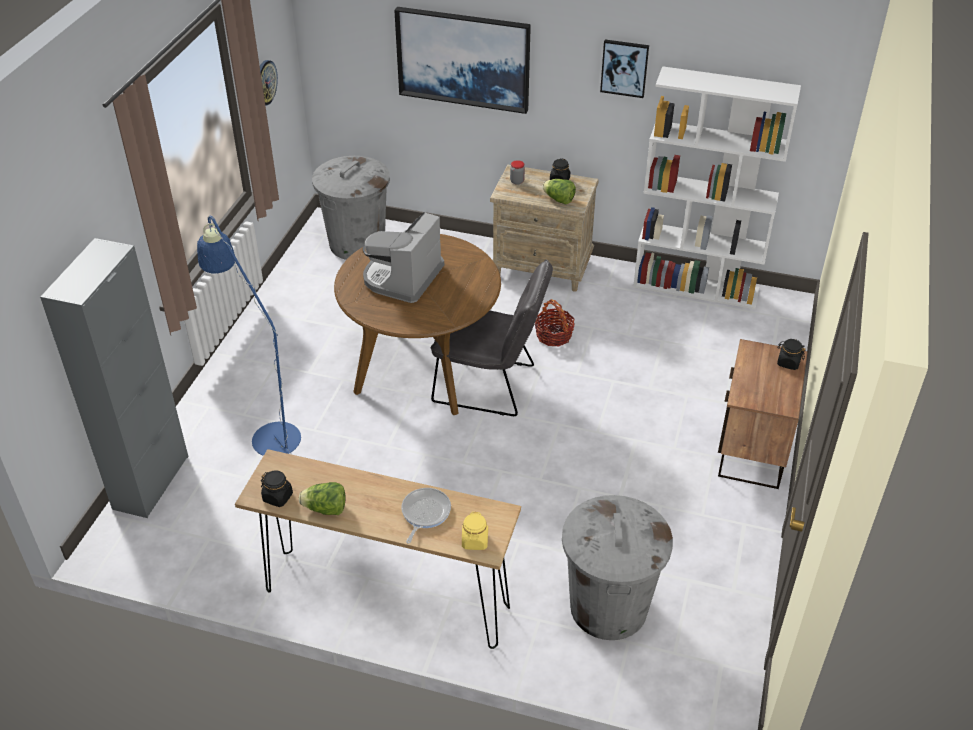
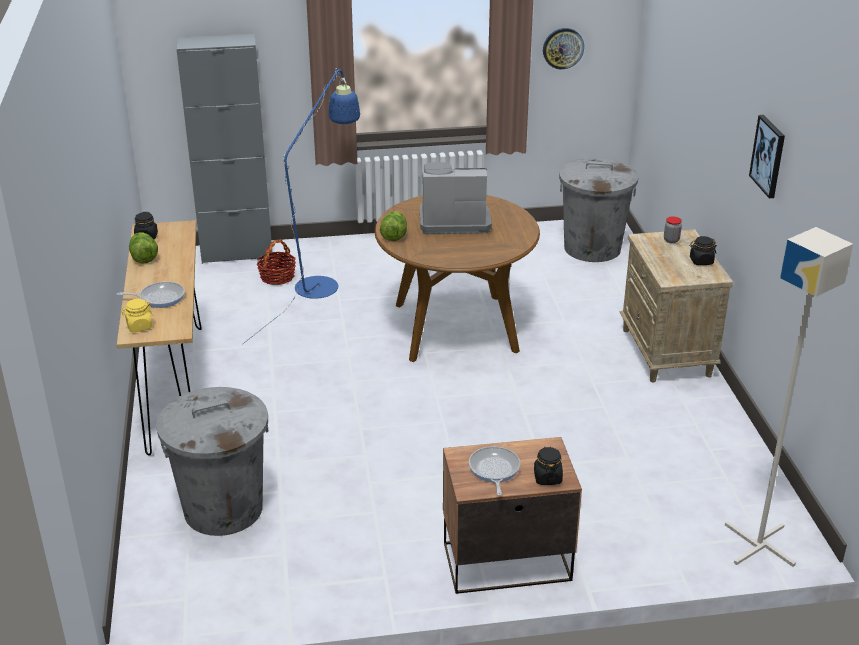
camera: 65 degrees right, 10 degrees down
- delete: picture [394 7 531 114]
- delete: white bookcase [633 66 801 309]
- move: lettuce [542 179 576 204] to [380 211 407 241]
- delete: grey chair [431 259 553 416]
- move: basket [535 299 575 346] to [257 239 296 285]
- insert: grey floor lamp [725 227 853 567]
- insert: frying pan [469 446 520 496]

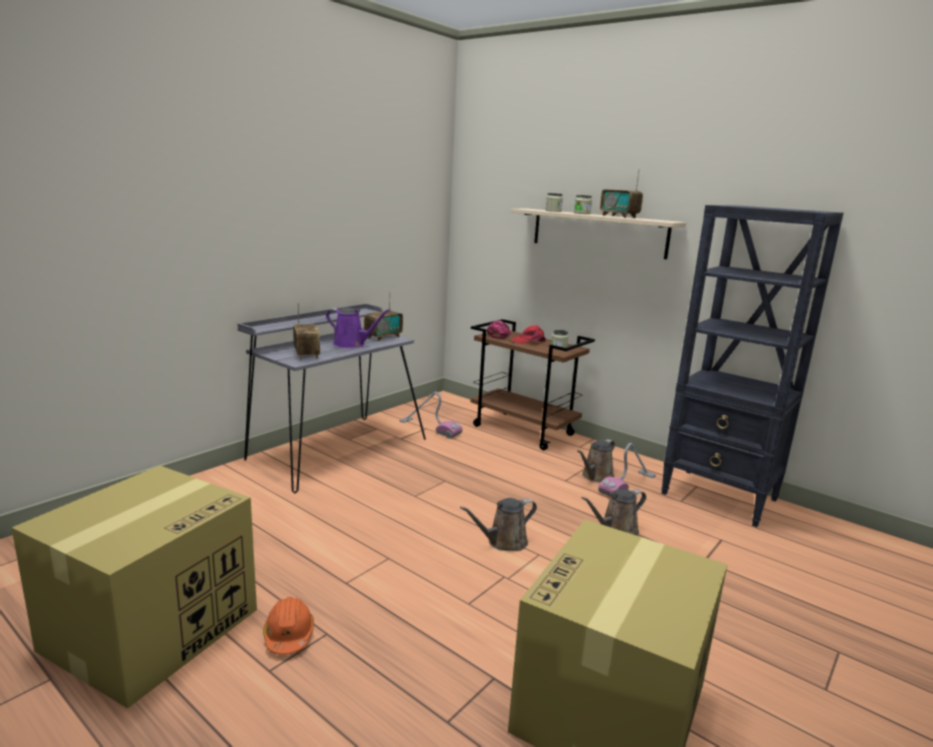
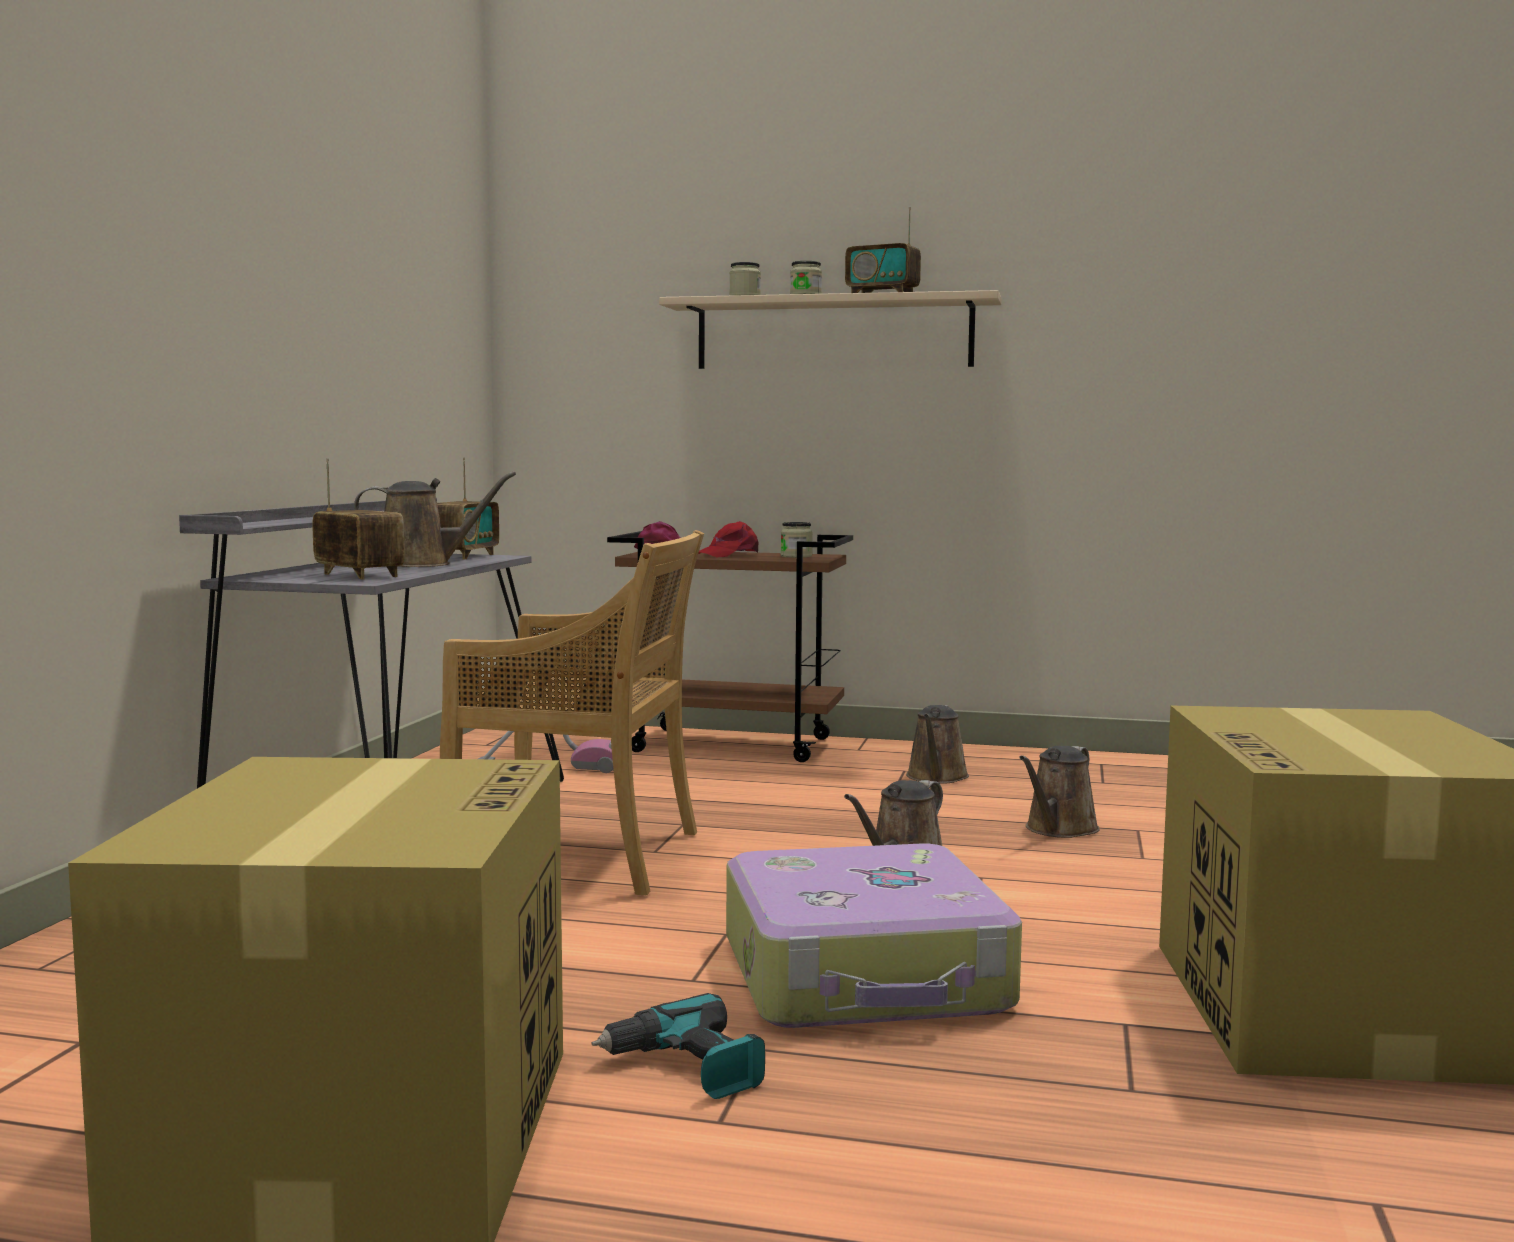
camera: 25 degrees left, 10 degrees down
- delete: black bookcase [661 205 844 527]
- recolor: purple watering can [326 308 391 348] to brown watering can [354 471 516 567]
- delete: vacuum cleaner [598 443 656 497]
- replace: orange hard hat [263 597 314 655] to power drill [592 993 765 1099]
- insert: beige chair [440 530 704 895]
- insert: suitcase [726 844 1022 1028]

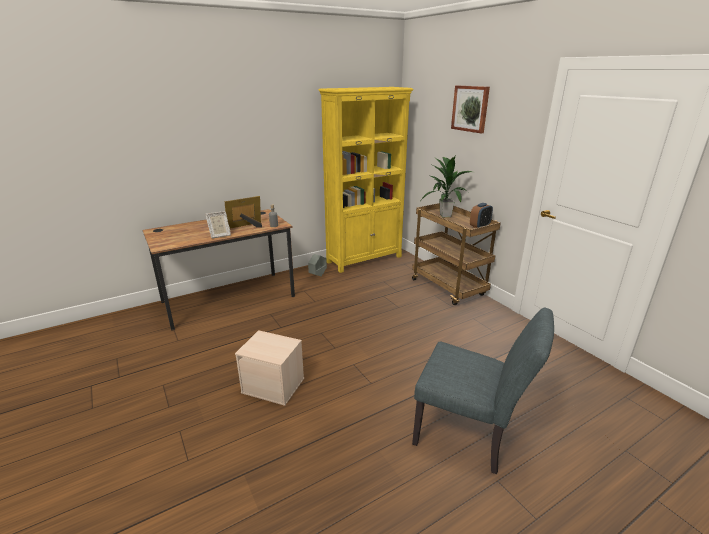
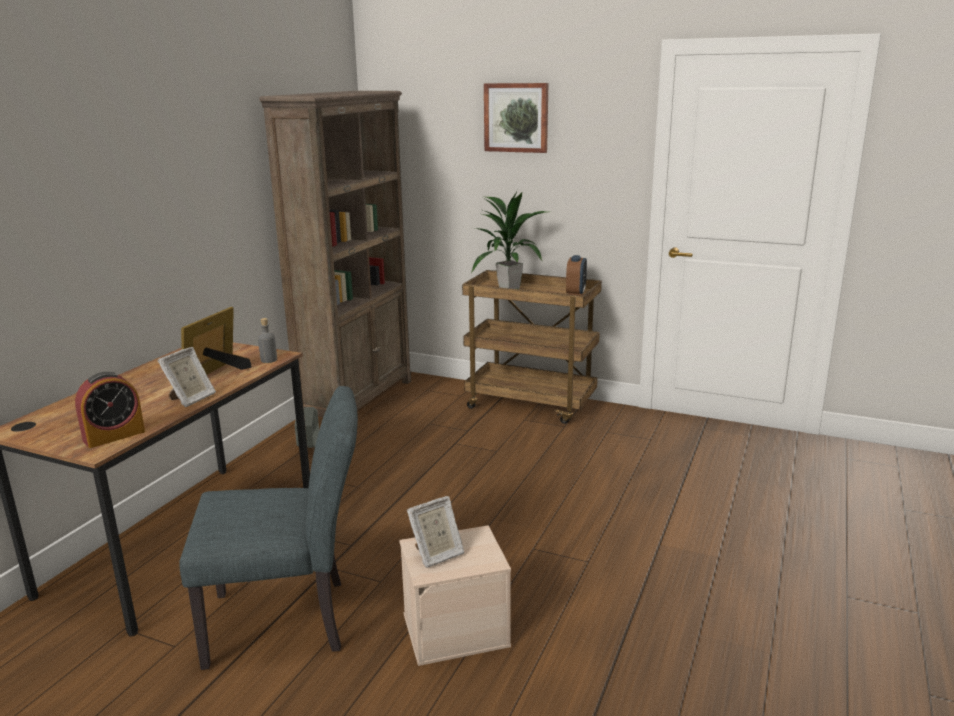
camera: 35 degrees left, 5 degrees down
- recolor: yellow bookcase [319 87 414 273] to brown bookcase [259 91 411 417]
- move: grey chair [412 308 554 474] to [179 386 358 670]
- insert: alarm clock [75 372 145 448]
- insert: picture frame [407 496 464 568]

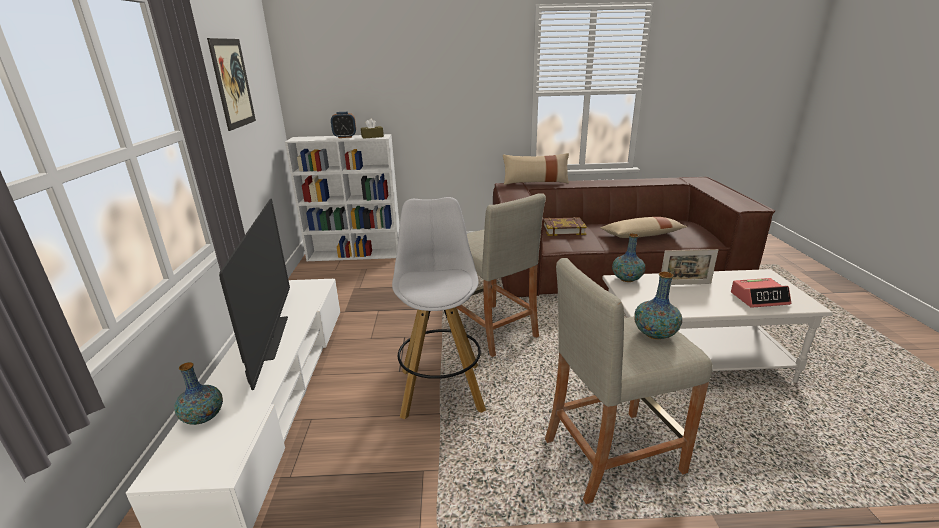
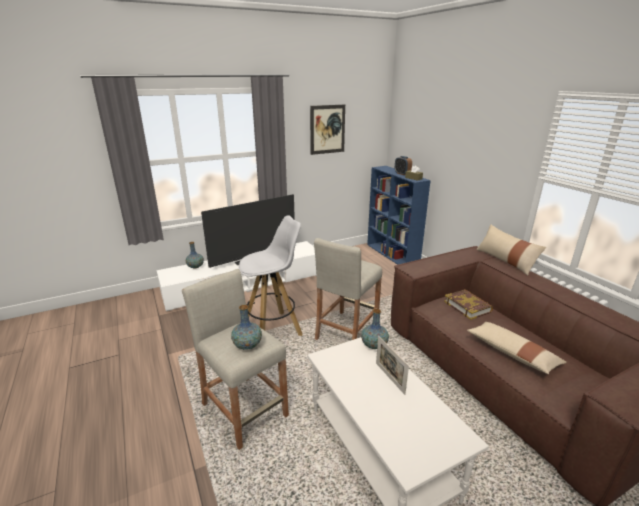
camera: 65 degrees right, 0 degrees up
- recolor: white bookcase [285 134 399 261] to blue bookcase [367 166 431 265]
- delete: alarm clock [731 278 791 308]

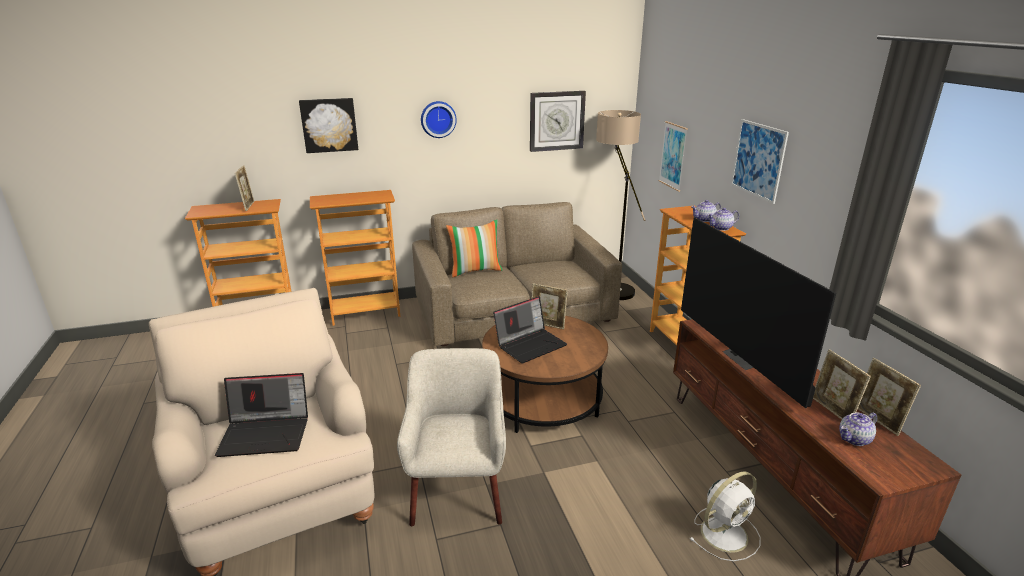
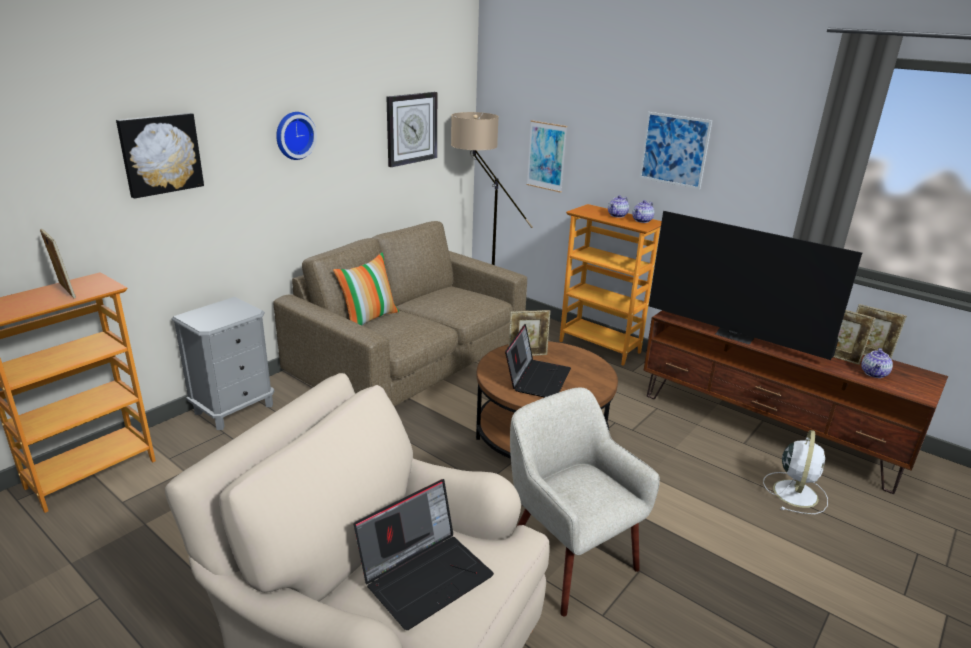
camera: 35 degrees left, 0 degrees up
- replace: bookcase [310 190 400 326] to grey nightstand [171 297 274 430]

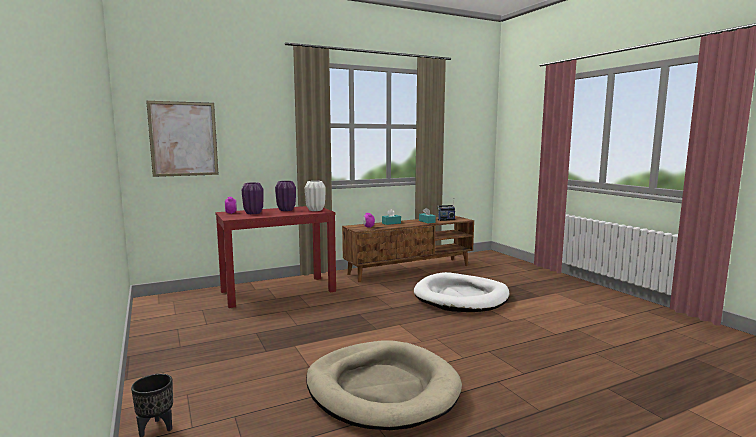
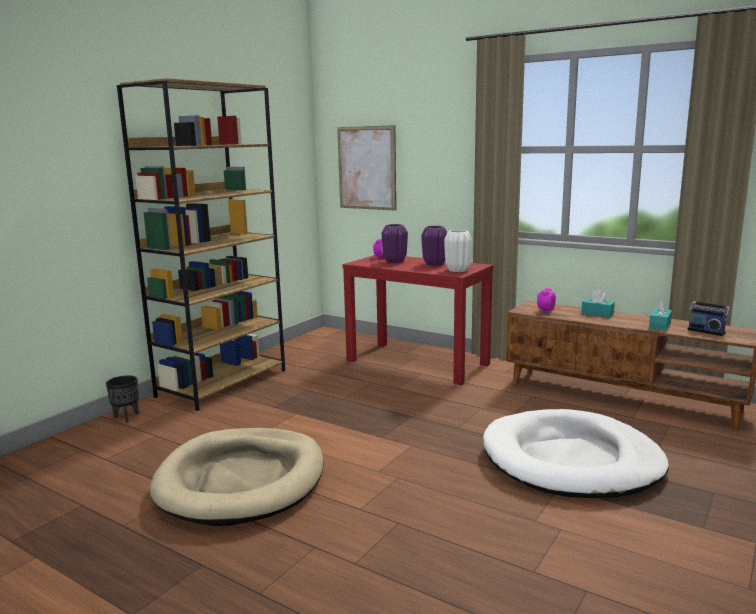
camera: 60 degrees right, 5 degrees up
- insert: brown bookcase [117 78 285 411]

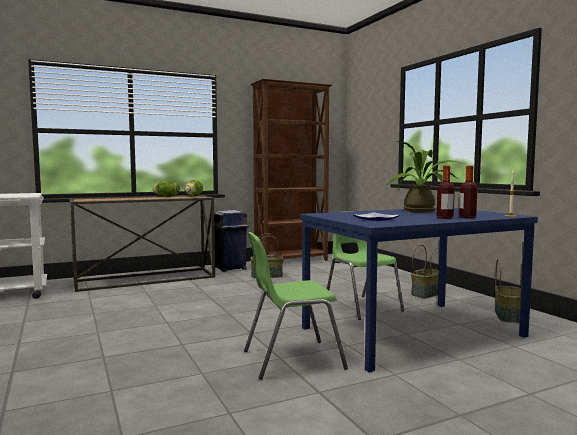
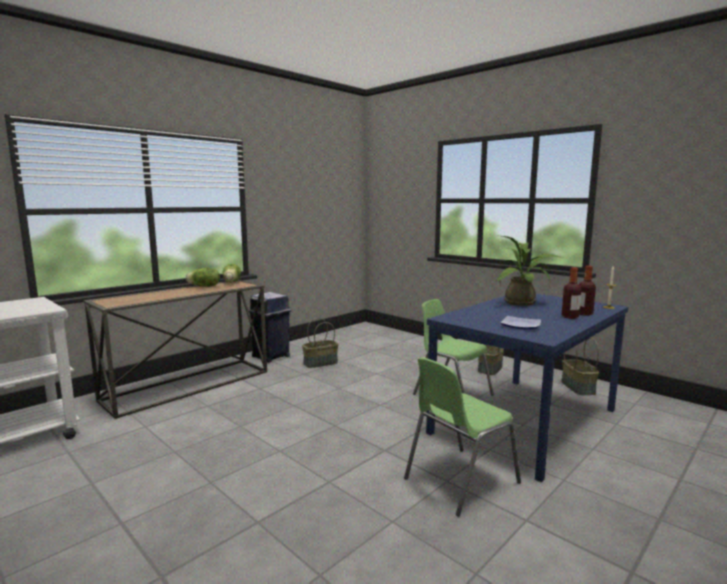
camera: 20 degrees left, 5 degrees up
- delete: brown bookcase [251 79 332 261]

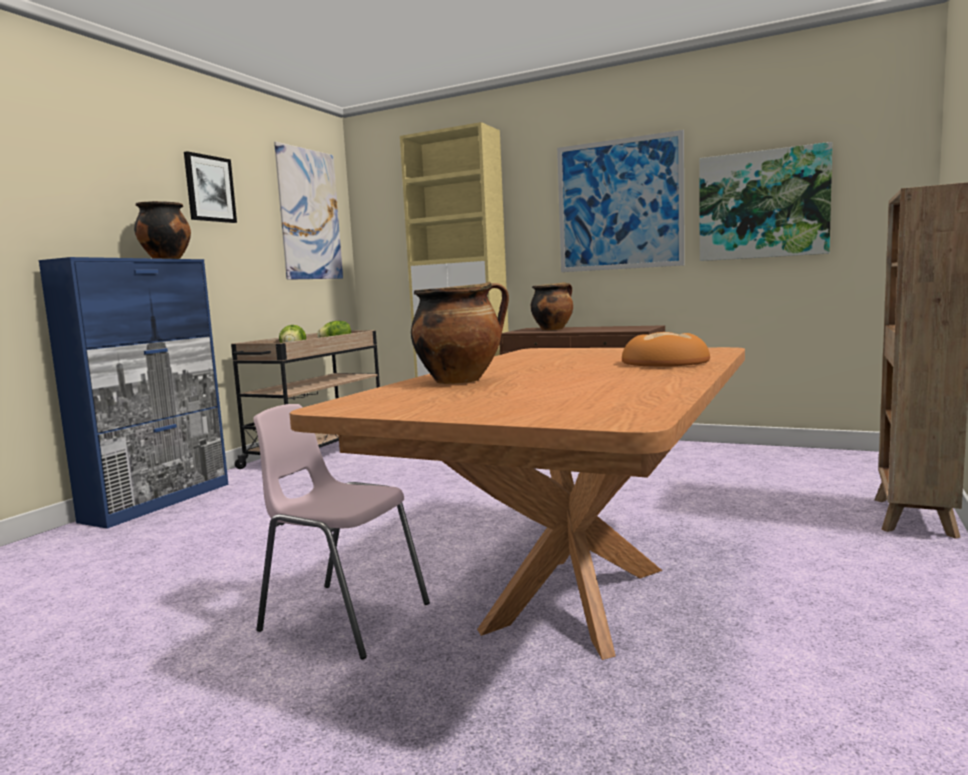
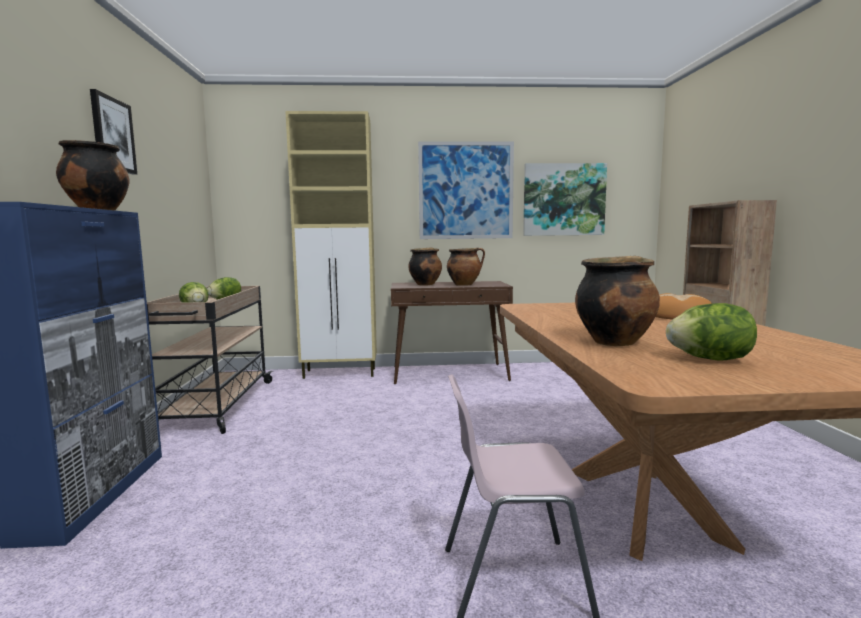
camera: 30 degrees left, 0 degrees up
- delete: picture [274 142 343 280]
- insert: cooking pot [447 248 485 286]
- insert: lettuce [666 303 757 360]

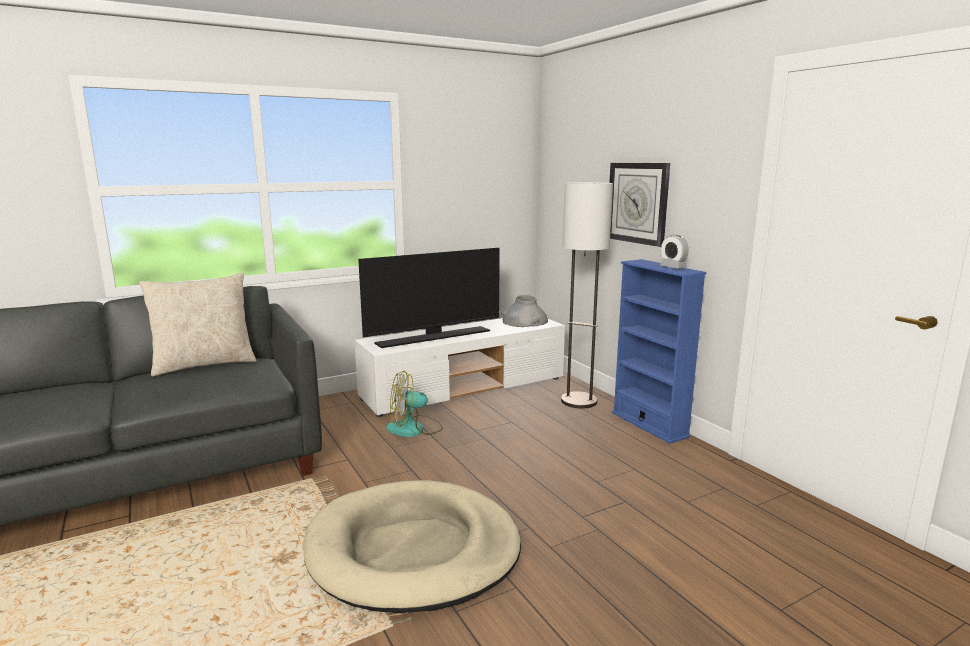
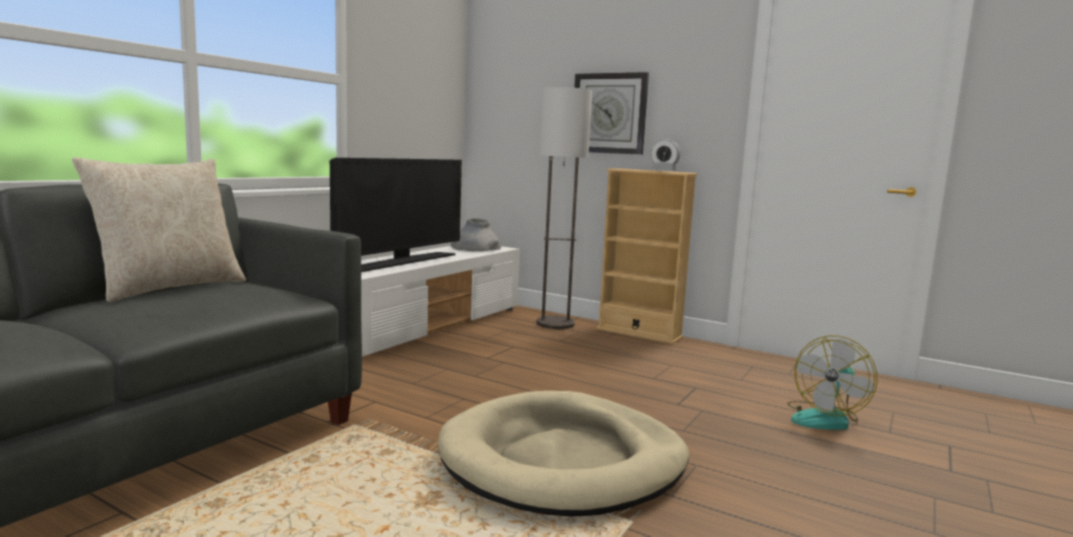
camera: 30 degrees left, 5 degrees down
- recolor: blue bookcase [612 259 707 444] to beige bookcase [597 169 697 344]
- move: fan [387 371 443 437] to [787 335 878 430]

